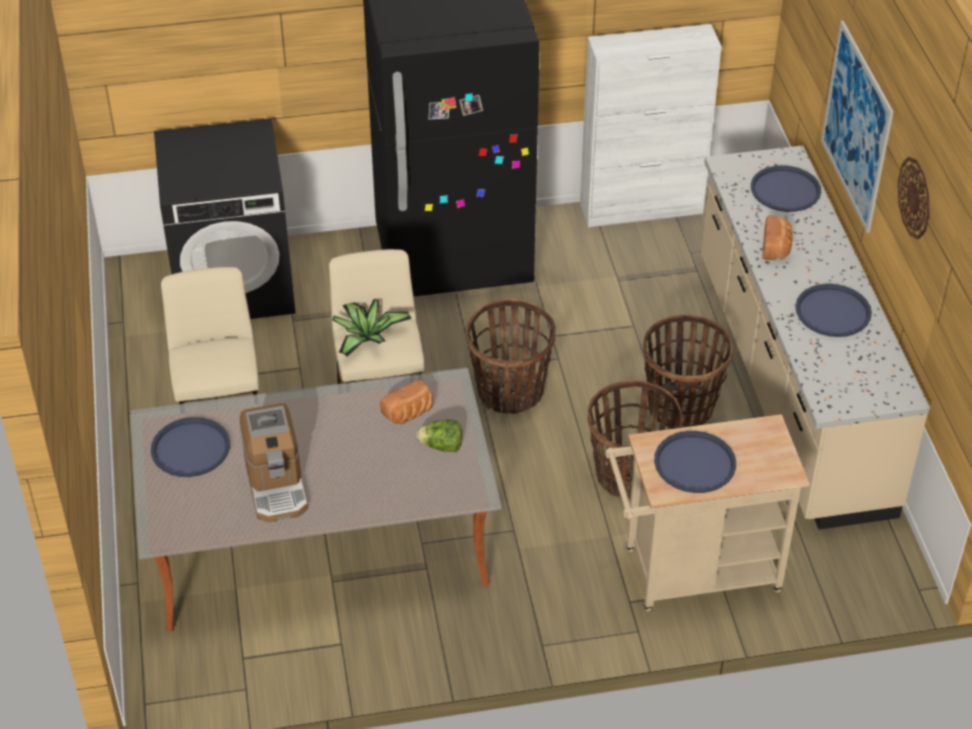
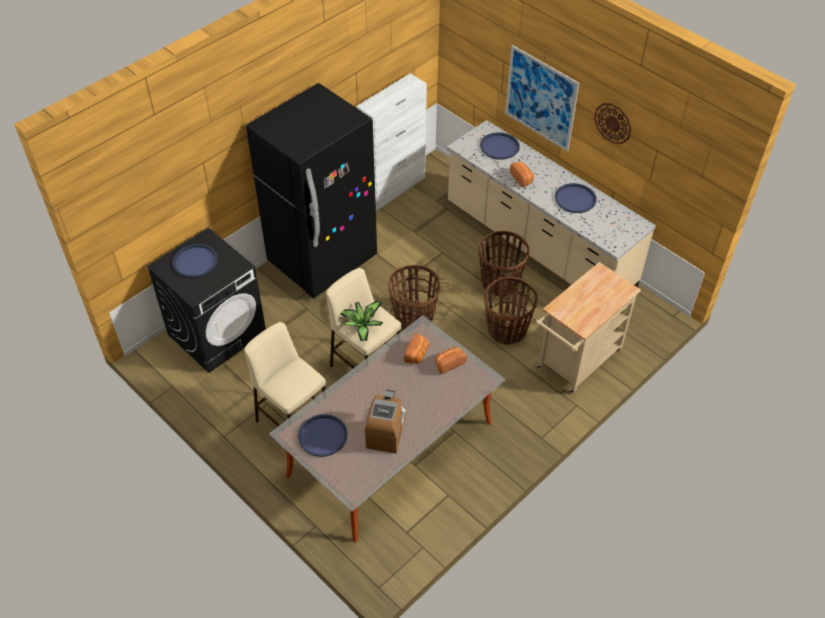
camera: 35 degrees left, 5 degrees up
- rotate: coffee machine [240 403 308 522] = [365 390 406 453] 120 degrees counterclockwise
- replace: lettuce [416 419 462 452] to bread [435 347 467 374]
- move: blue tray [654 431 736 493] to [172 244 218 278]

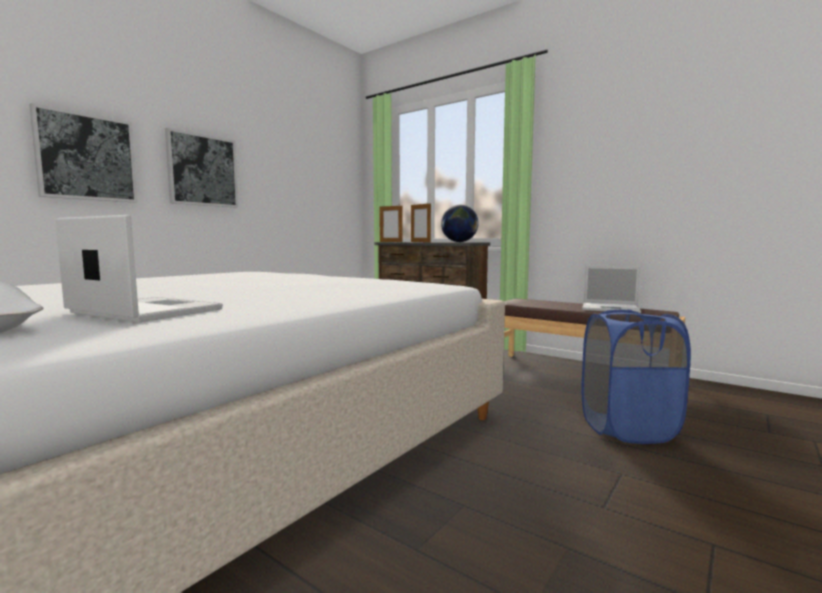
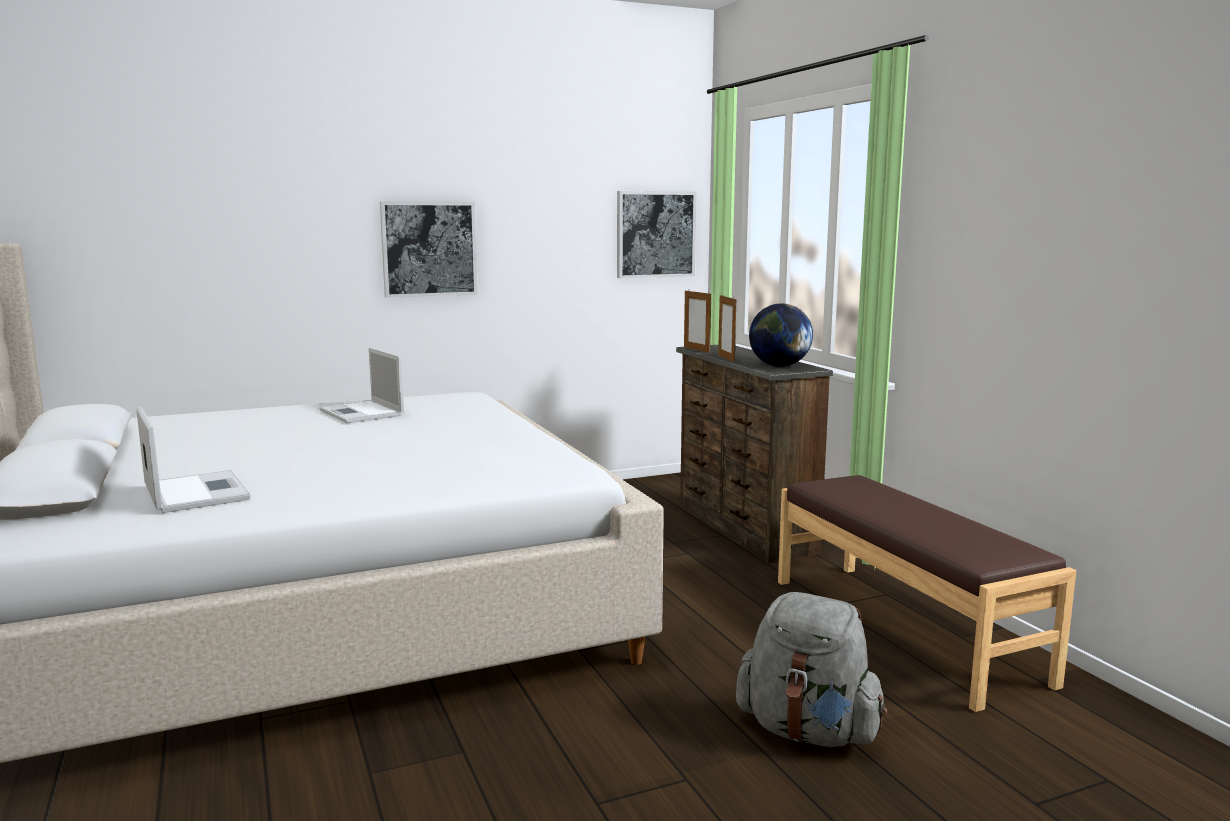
camera: 30 degrees right, 5 degrees up
- move: picture [29 103 138 203] to [617 191 697 278]
- move: laptop [582 265 641 313] to [319 348 404 423]
- replace: blue laundry basket [581 310 691 444] to grey backpack [736 592 887 747]

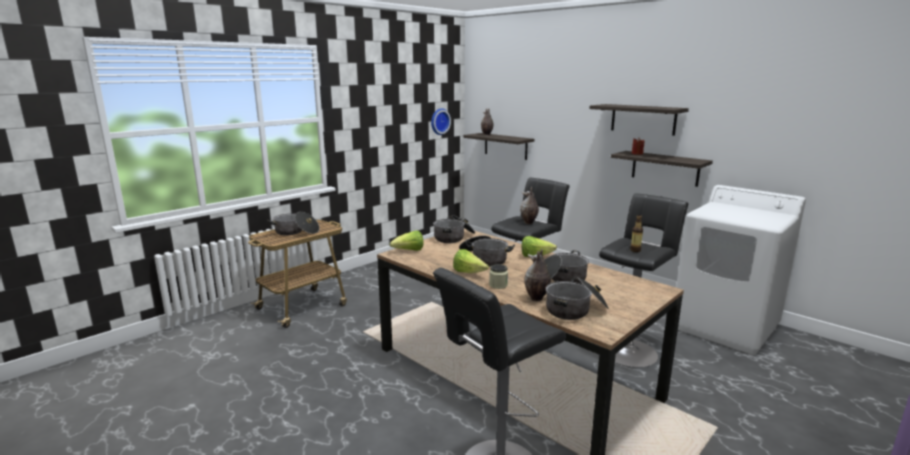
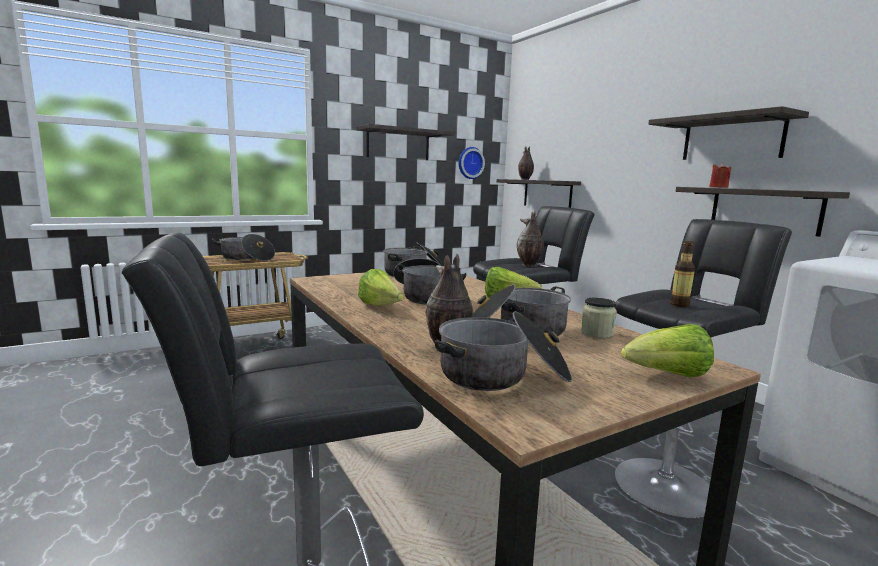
camera: 15 degrees right, 5 degrees down
- move: lettuce [390 231 423 251] to [621 324 714 377]
- move: jar [489 264 508 289] to [581 298 617 338]
- insert: shelf [356 124 454 160]

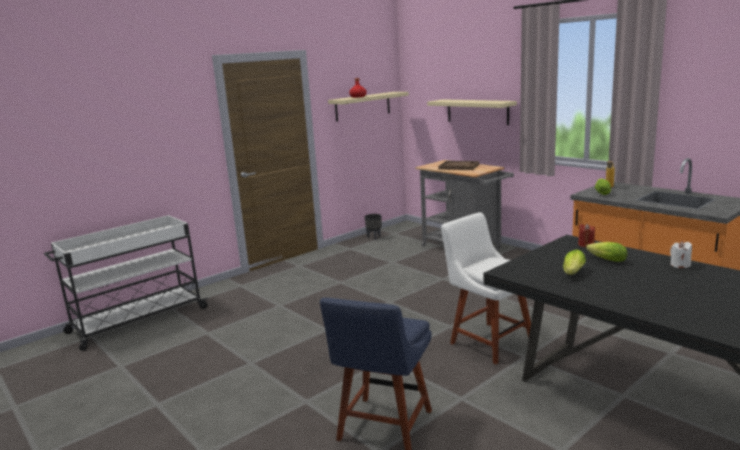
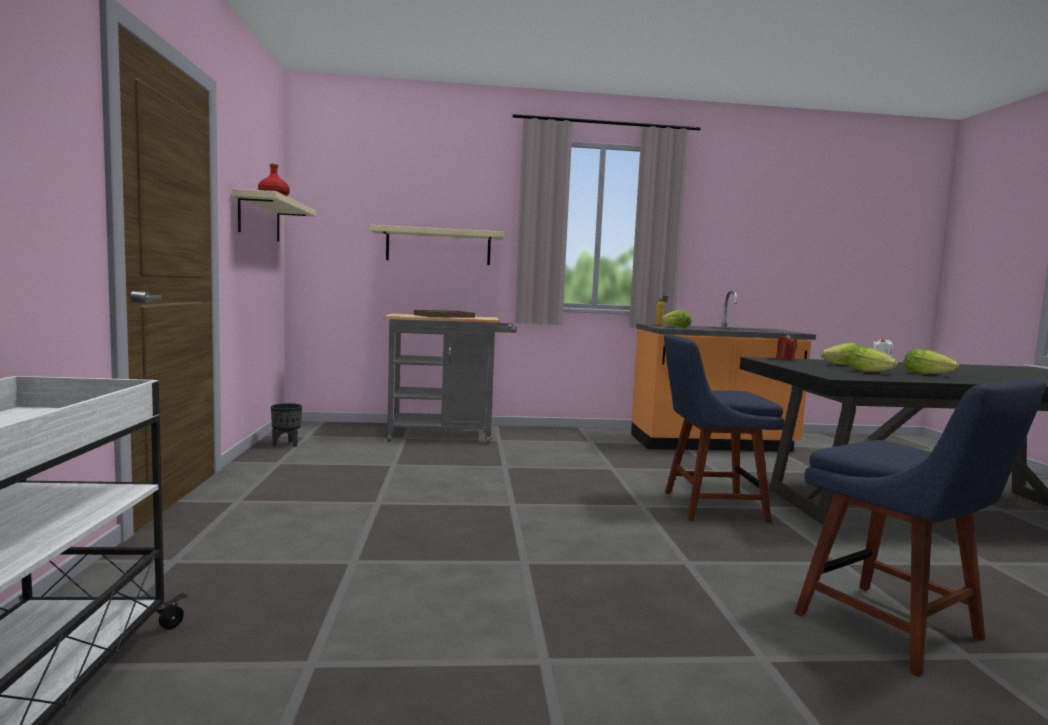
camera: 55 degrees left, 10 degrees down
- recolor: white chair [441 212 531 364] to blue chair [664 334 784 523]
- insert: lettuce [903 349 959 374]

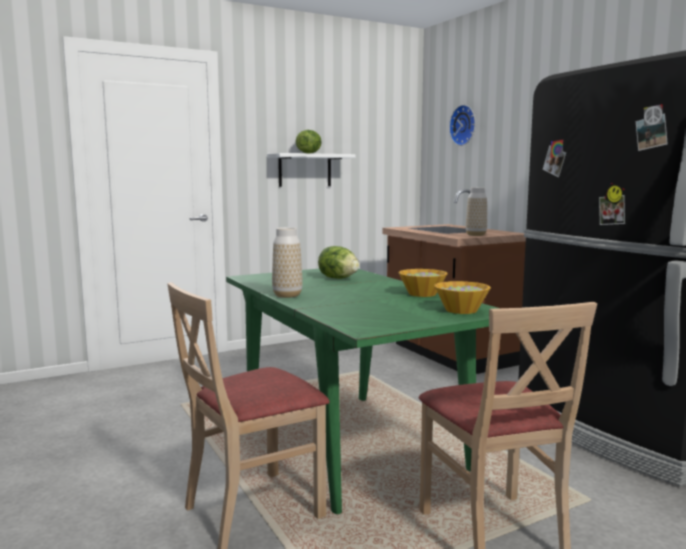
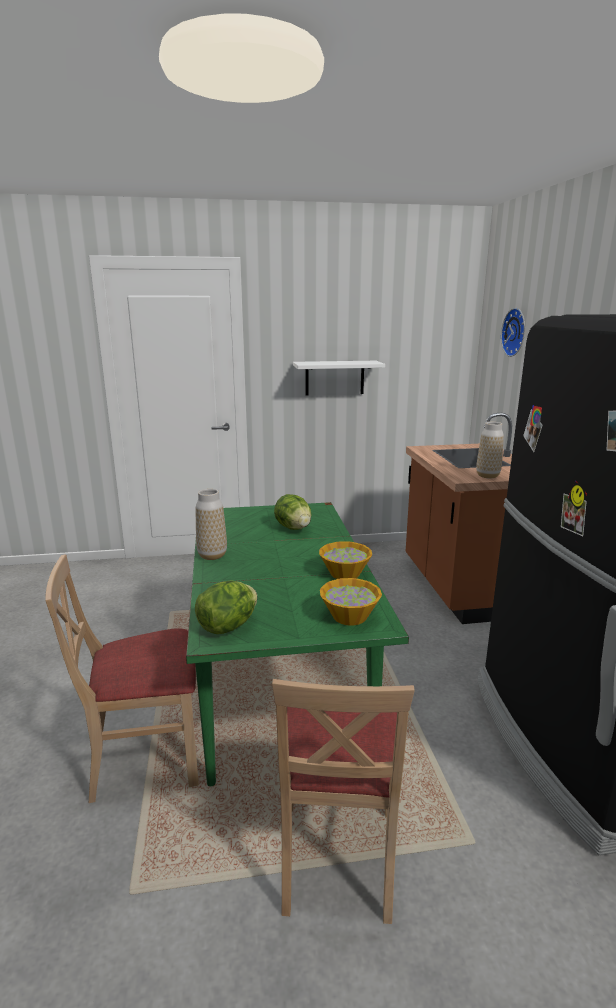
camera: 20 degrees right, 10 degrees up
- move: lettuce [295 130 322 153] to [195 581 257 634]

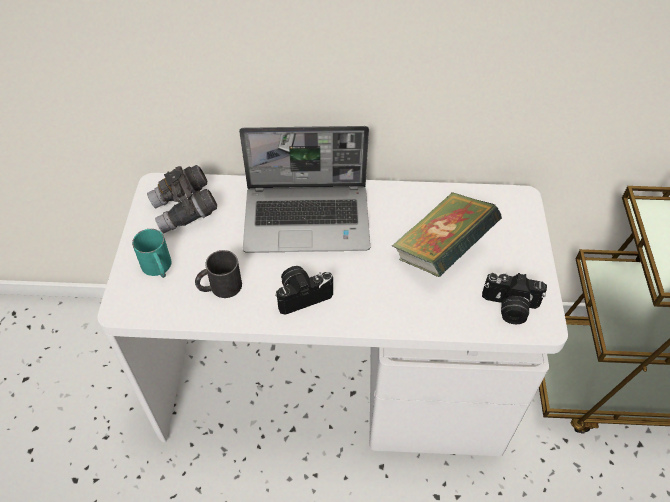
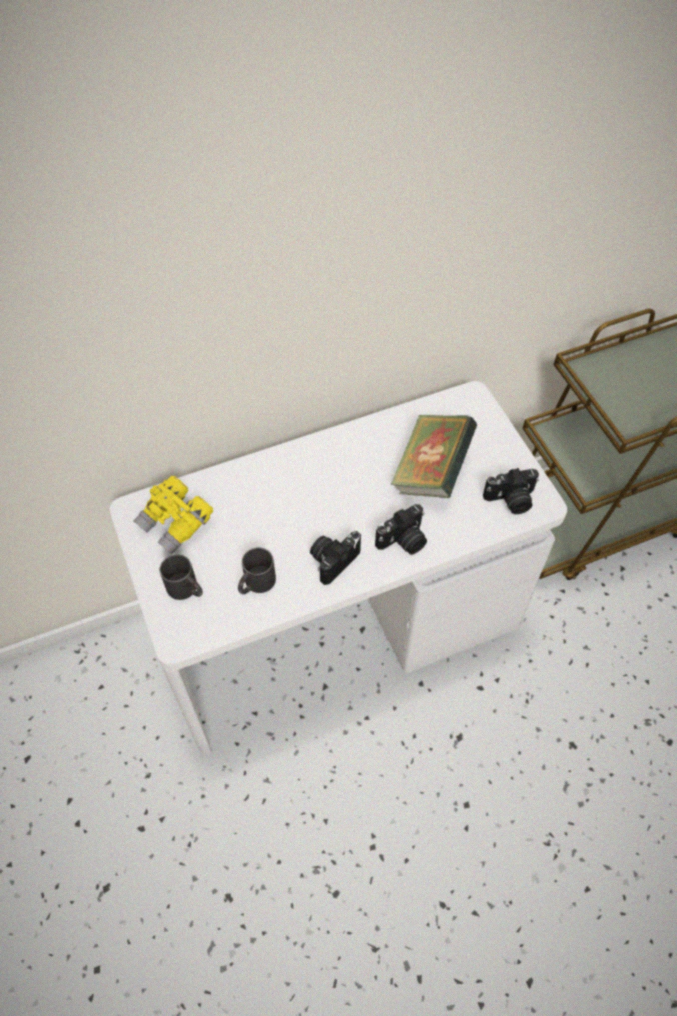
camera: 25 degrees left, 5 degrees up
- delete: laptop [239 126 370 253]
- recolor: grey binoculars [147 165 217 233] to yellow binoculars [134 476 213 554]
- recolor: turquoise mug [132 229 172 278] to black mug [160 554 203 600]
- insert: photo camera [375 504 427 555]

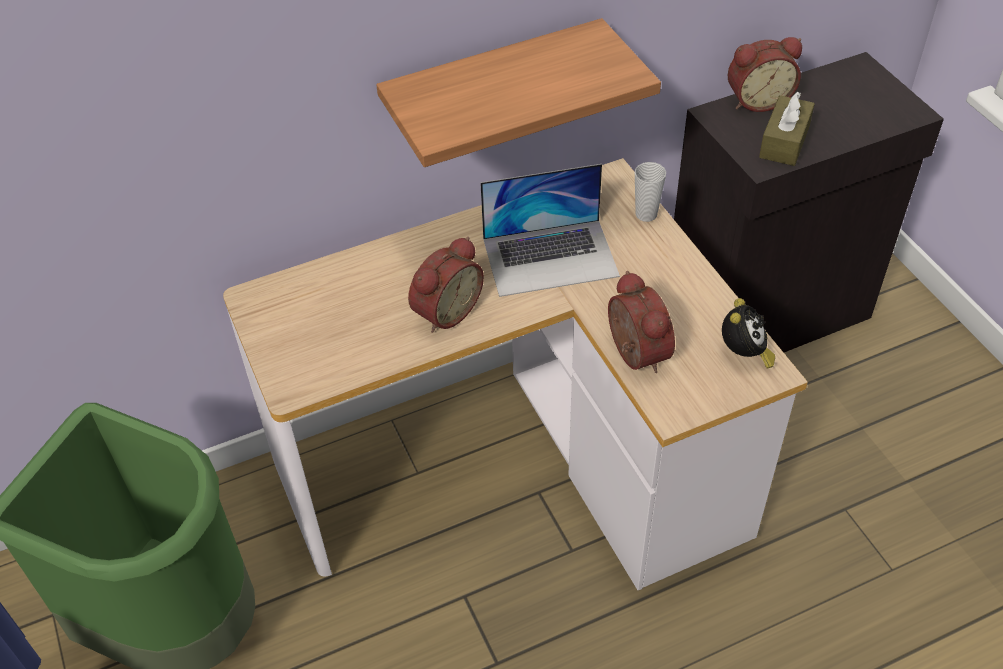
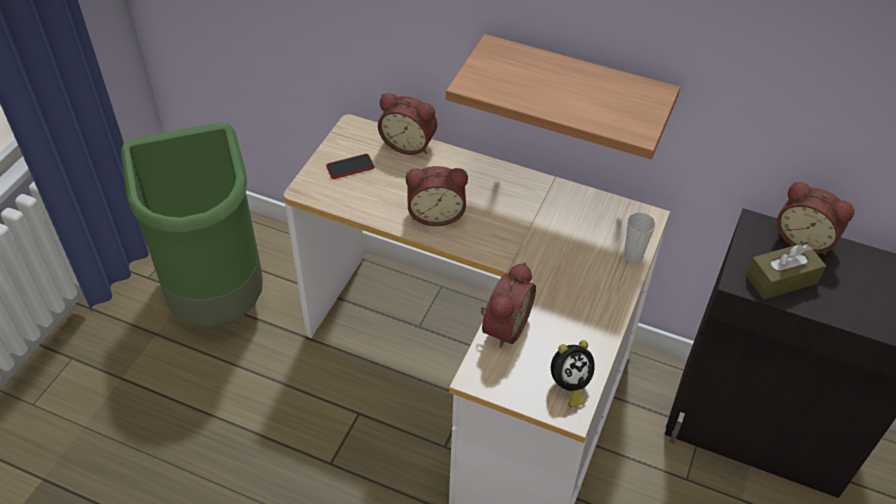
camera: 45 degrees right, 0 degrees up
- delete: laptop [480 164 620 297]
- insert: alarm clock [378 93 437 155]
- insert: phone [326 154 375 179]

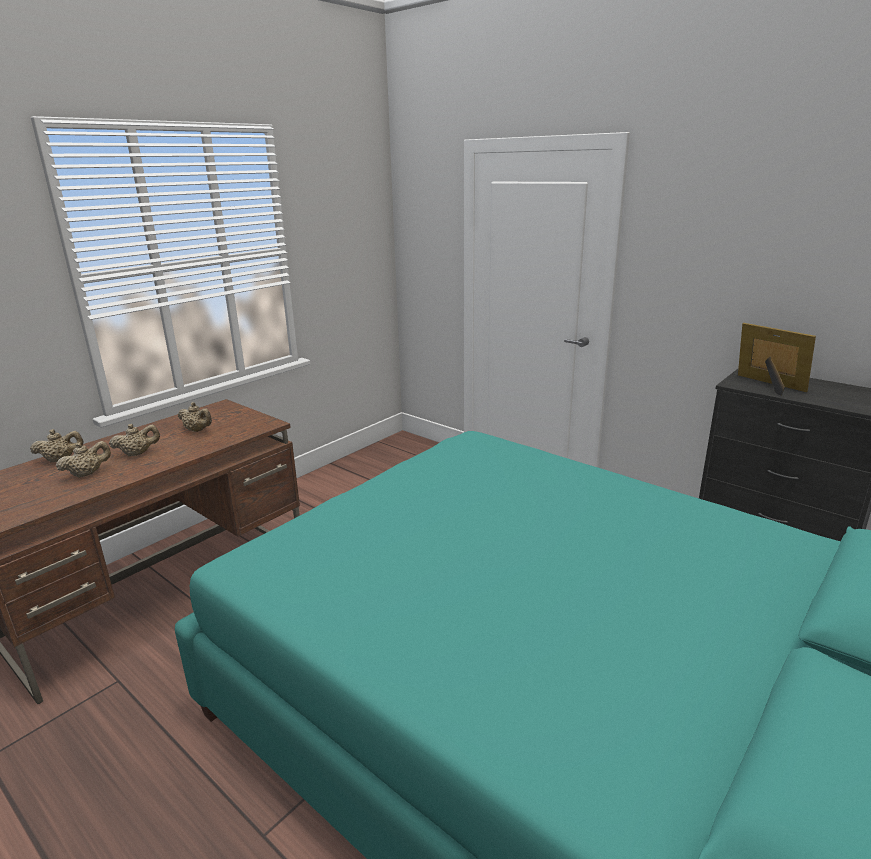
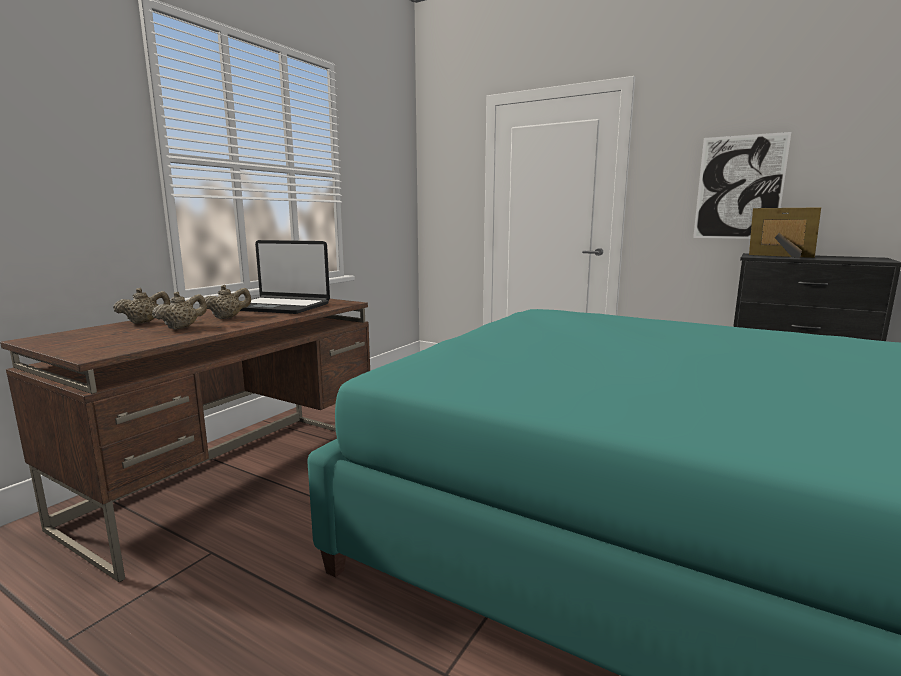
camera: 10 degrees left, 10 degrees down
- replace: beige teapot [178 402 212 432] to laptop [240 240 330 314]
- insert: picture [693 132 791 239]

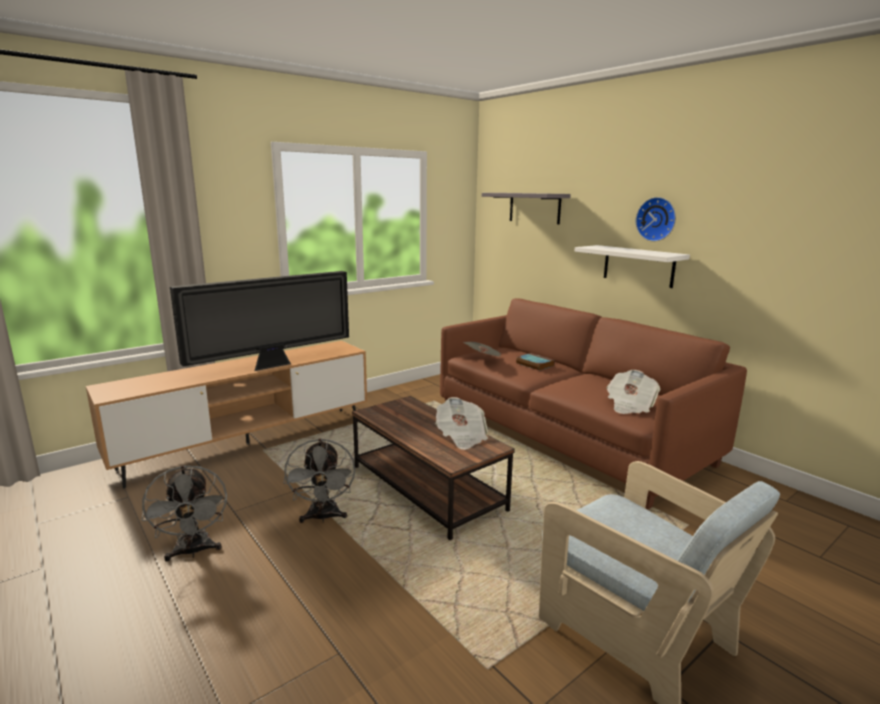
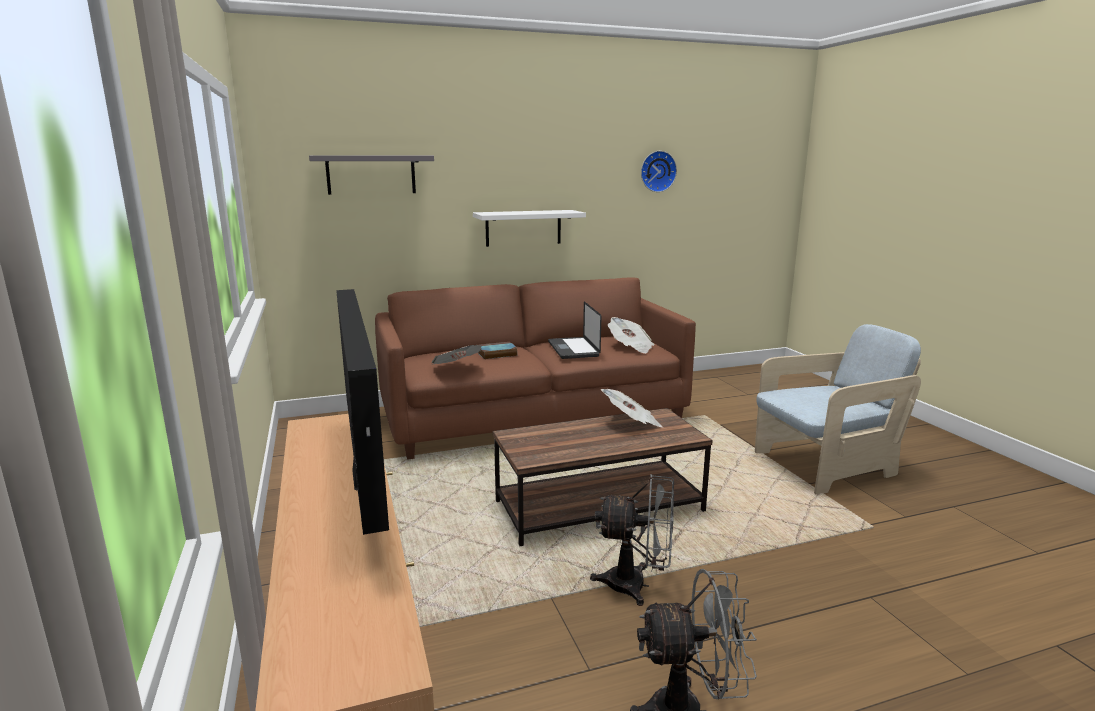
camera: 70 degrees left, 0 degrees up
- move: wall clock [636 197 676 242] to [641 151 677 192]
- insert: laptop [548 301 601 359]

